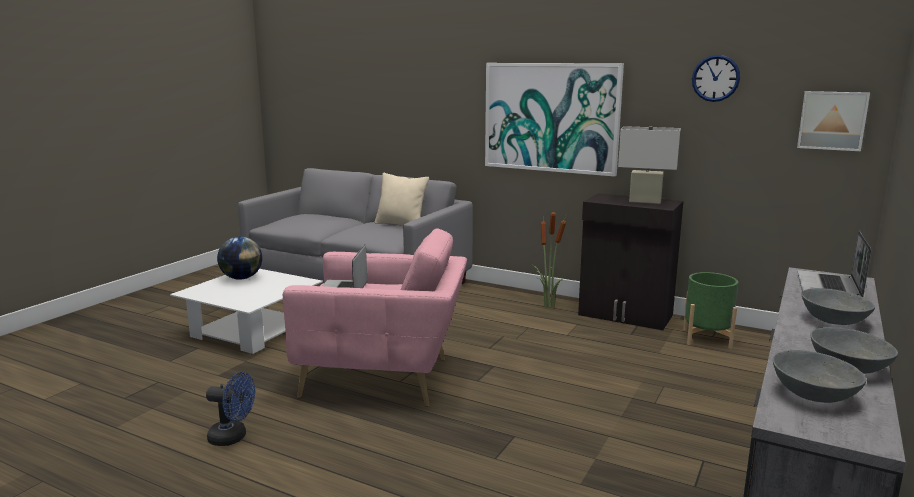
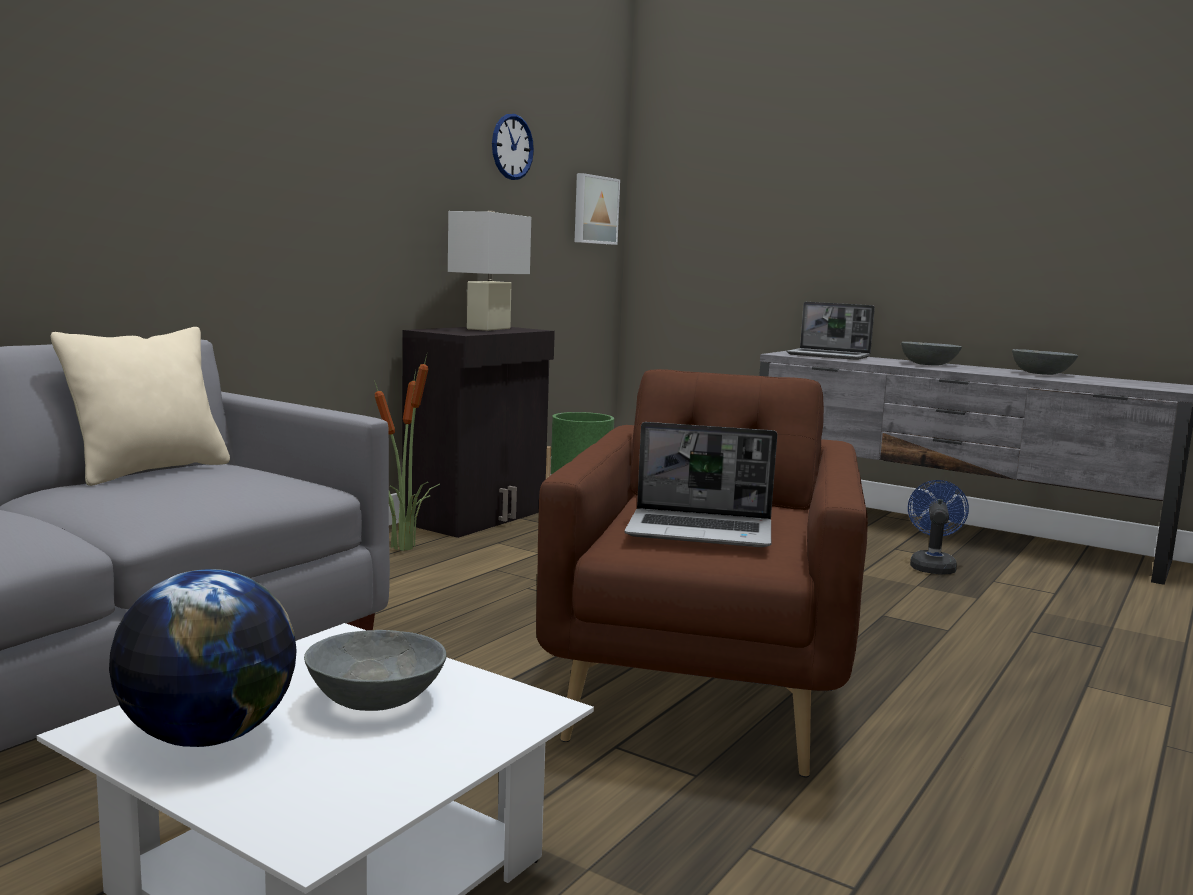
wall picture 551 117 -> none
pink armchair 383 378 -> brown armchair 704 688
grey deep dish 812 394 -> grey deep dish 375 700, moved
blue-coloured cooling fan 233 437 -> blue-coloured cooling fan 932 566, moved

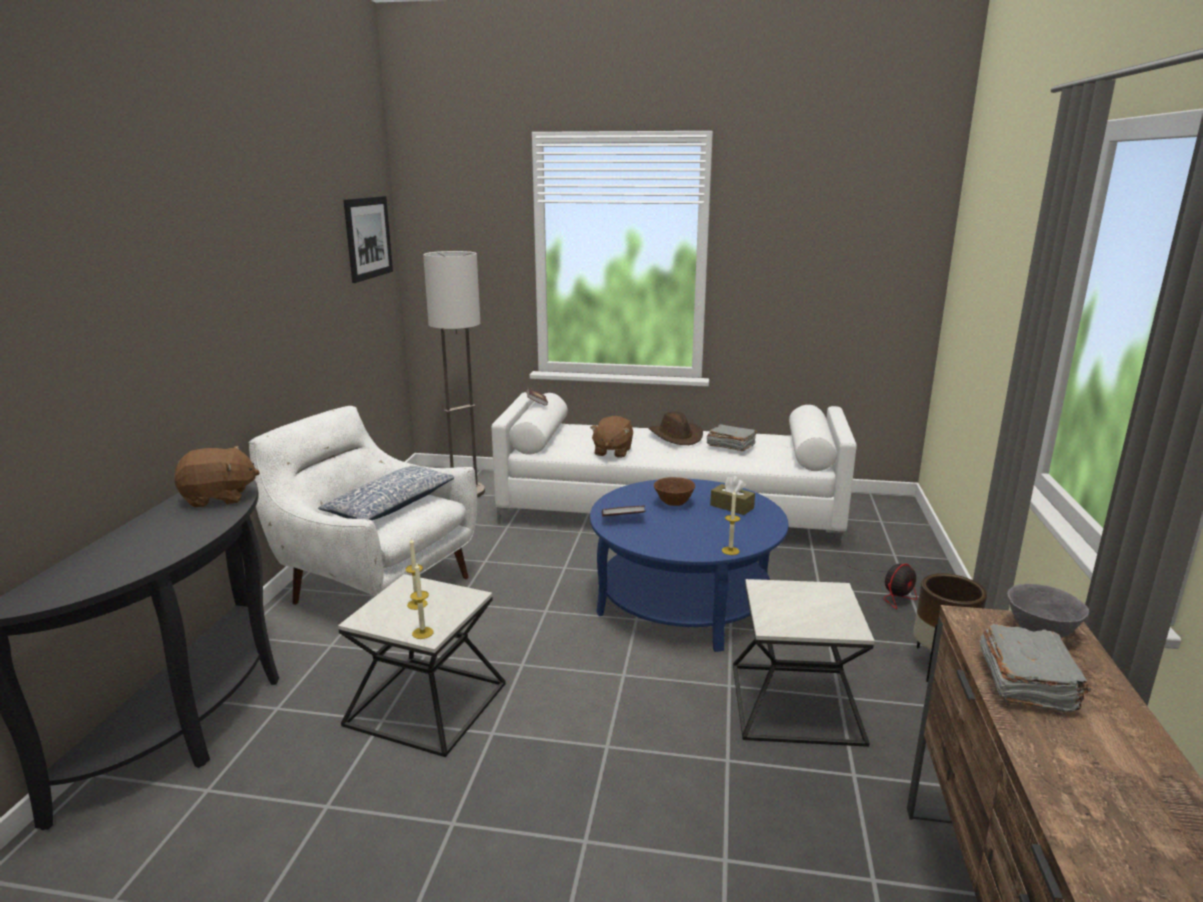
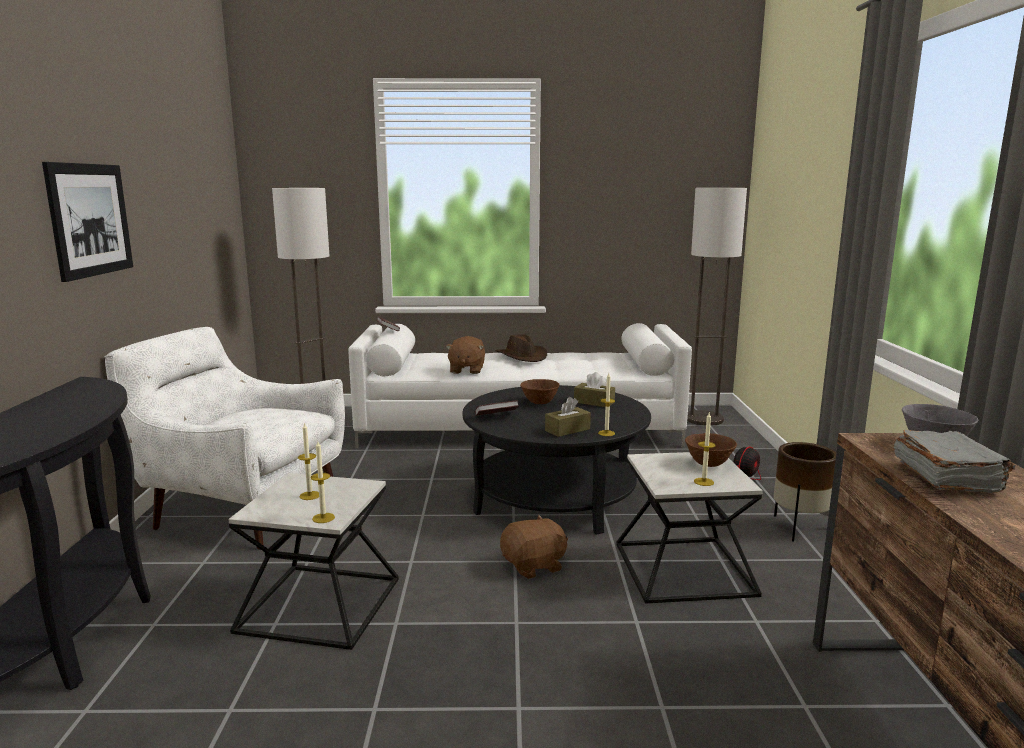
wall picture 368 238 -> wall picture 90 219, moved
grey book 730 446 -> none
brown plush toy 219 498 -> brown plush toy 534 566, moved
pillow 391 506 -> none
blue-coloured low table 684 601 -> black low table 554 496
none -> floor lamp 704 419
none -> brown box of tissues 567 430
none -> wax light 704 482
none -> brown deep dish 709 464

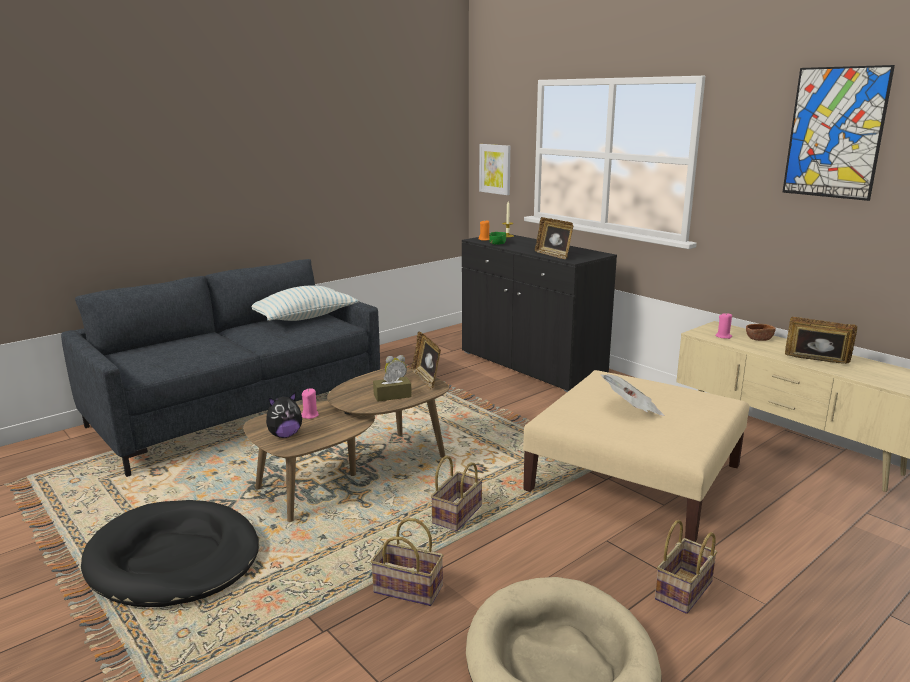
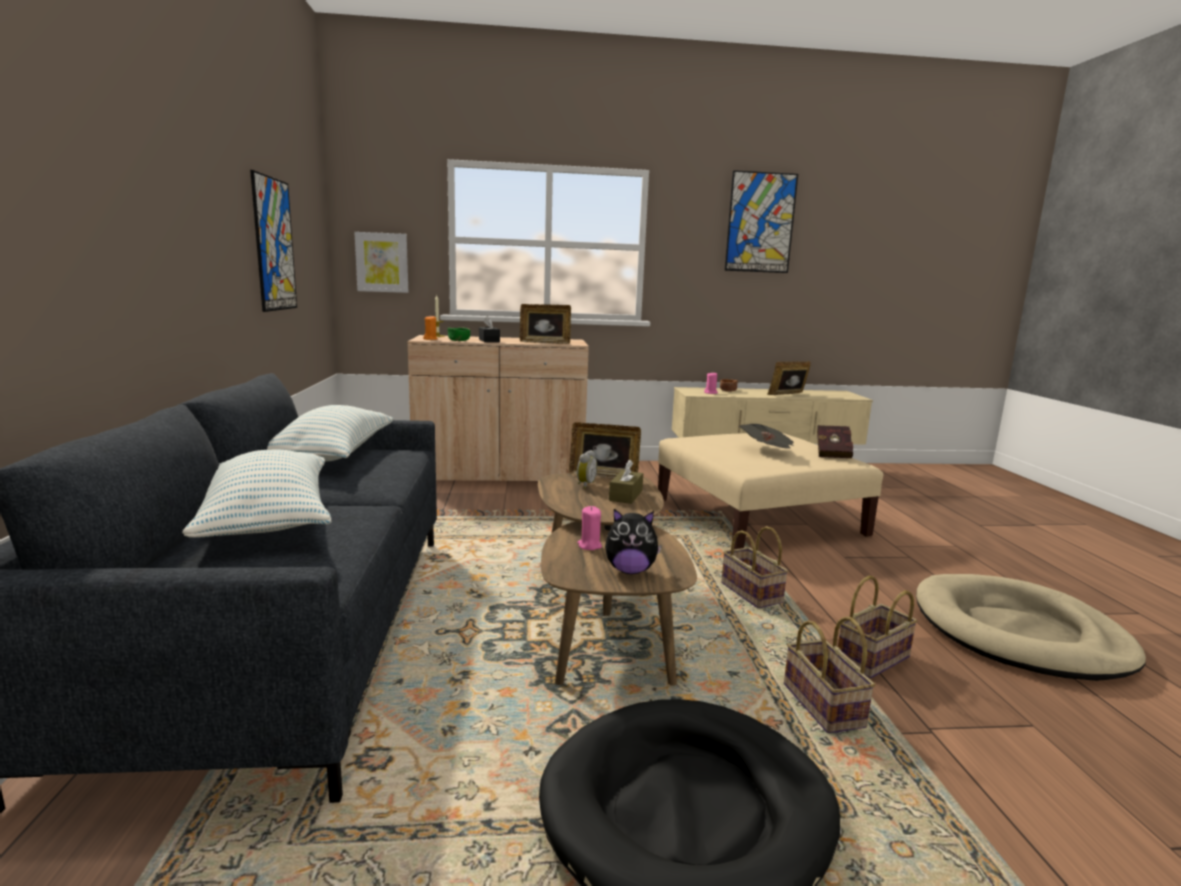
black cupboard 531 365 -> sand-coloured cupboard 500 474
plush toy 285 435 -> plush toy 630 570, 90 degrees clockwise
basket 684 592 -> basket 825 706, moved
none -> wall picture 274 244
none -> black box of tissues 489 341
none -> red book 833 453
none -> pillow 268 520

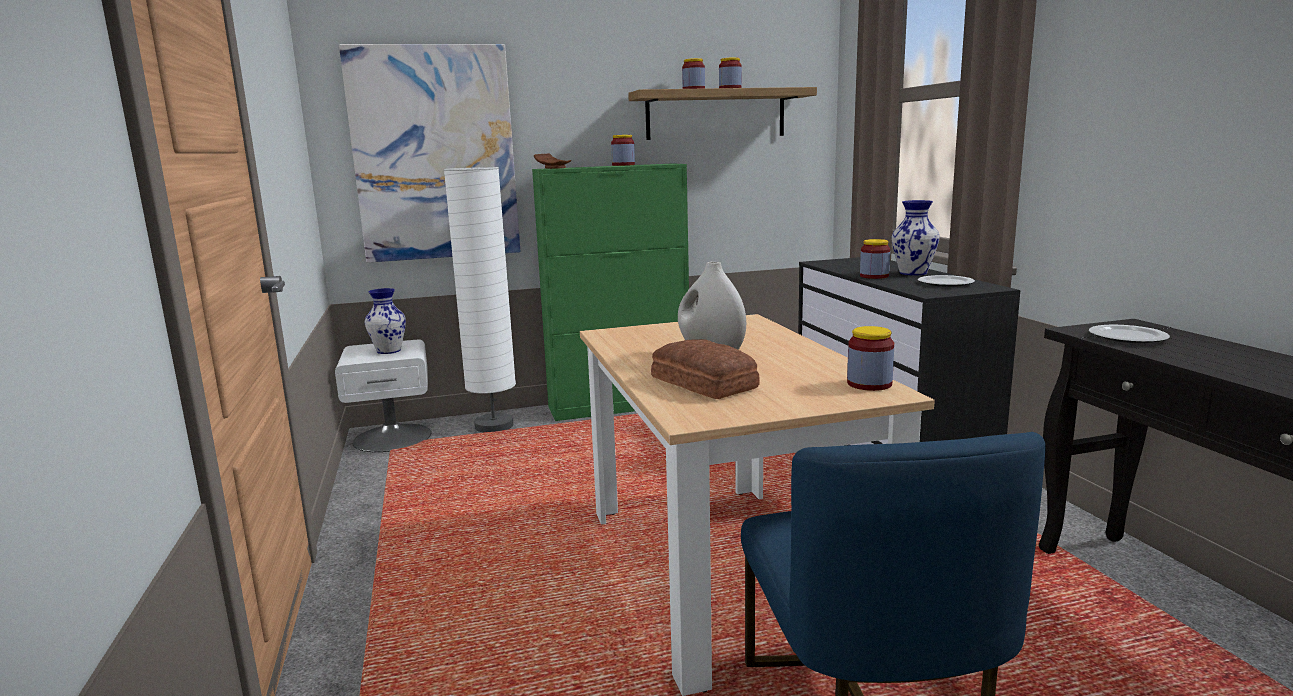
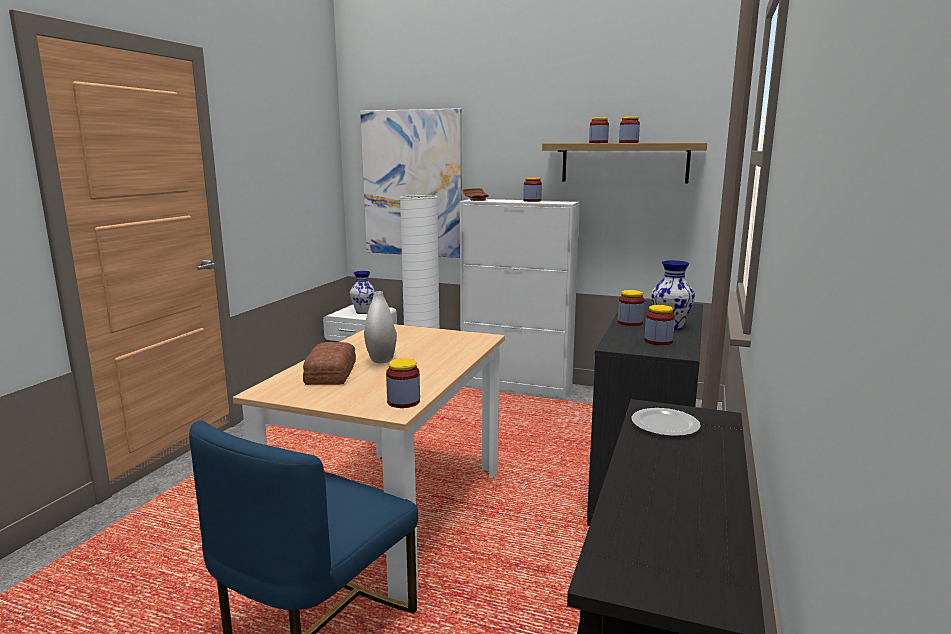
greenish cupboard 620 405 -> white-coloured cupboard 516 385
dinner plate 944 283 -> preserve jar 658 341

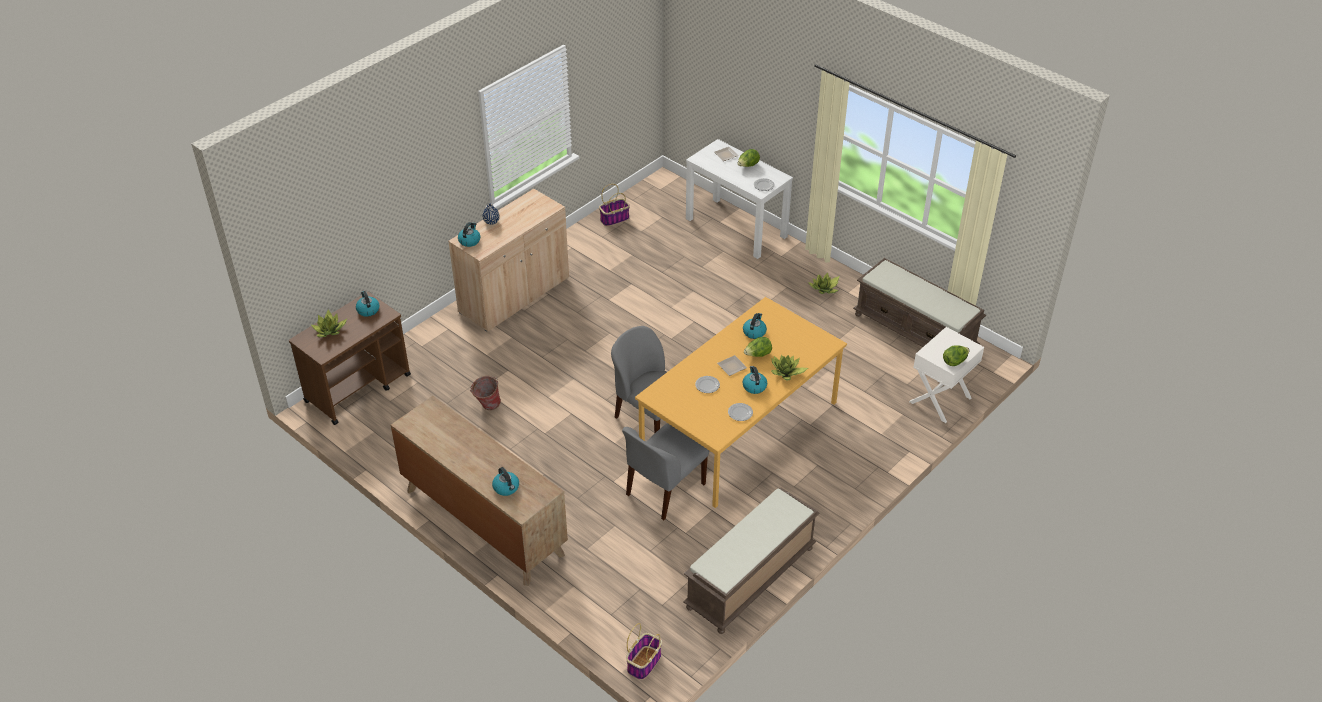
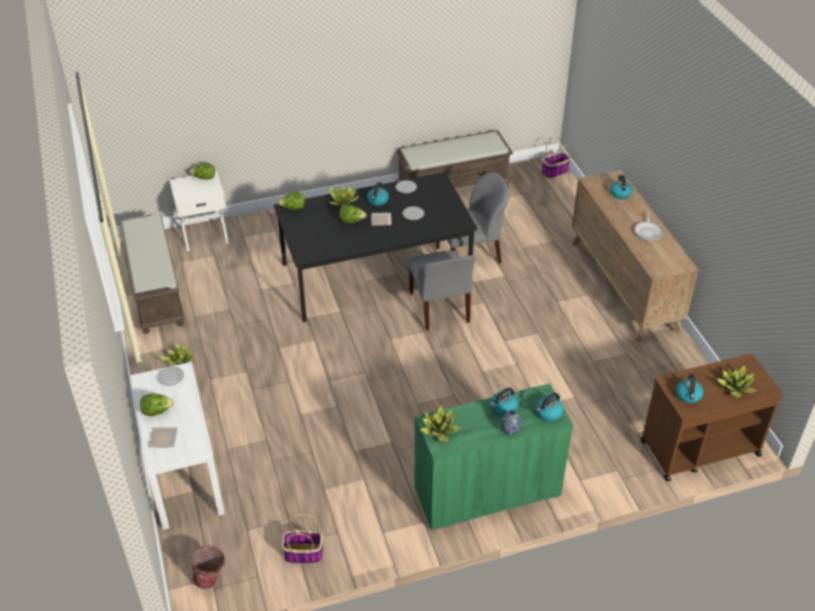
sand-coloured cupboard 514 295 -> greenish cupboard 487 492
orange kitchen table 740 429 -> black kitchen table 376 274
water kettle 754 332 -> water kettle 503 408, moved
pail 487 406 -> pail 211 579, moved
none -> head of lettuce 293 208
none -> frying pan 648 231
none -> potted plant 440 431

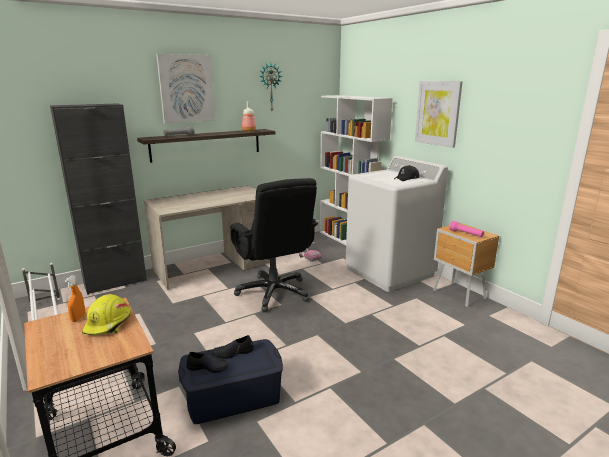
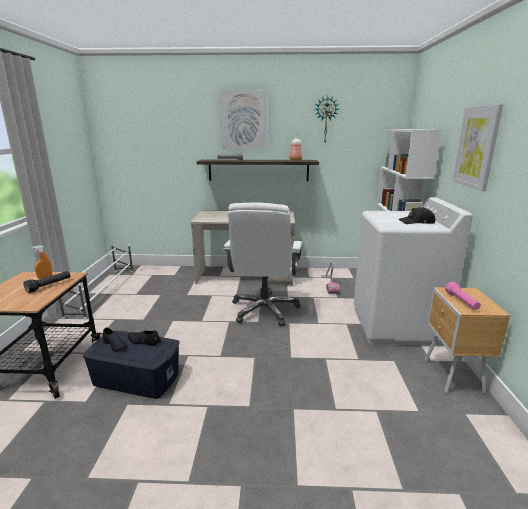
black cupboard 115 282 -> none
black desk chair 274 292 -> white-coloured desk chair 264 310
yellow-coloured hard hat 108 324 -> black hand torch 49 286

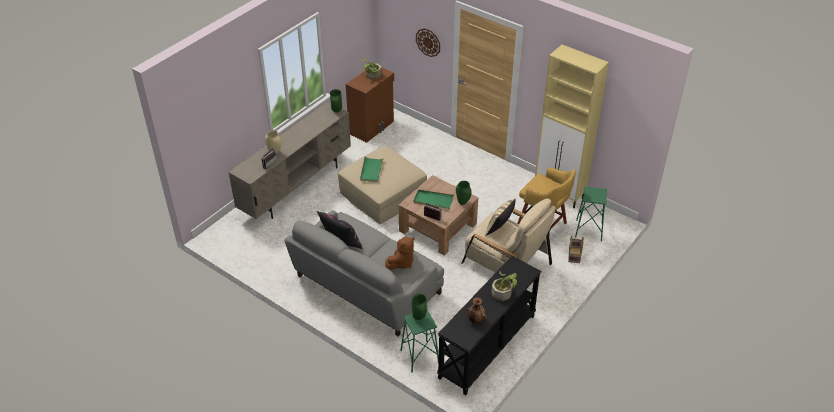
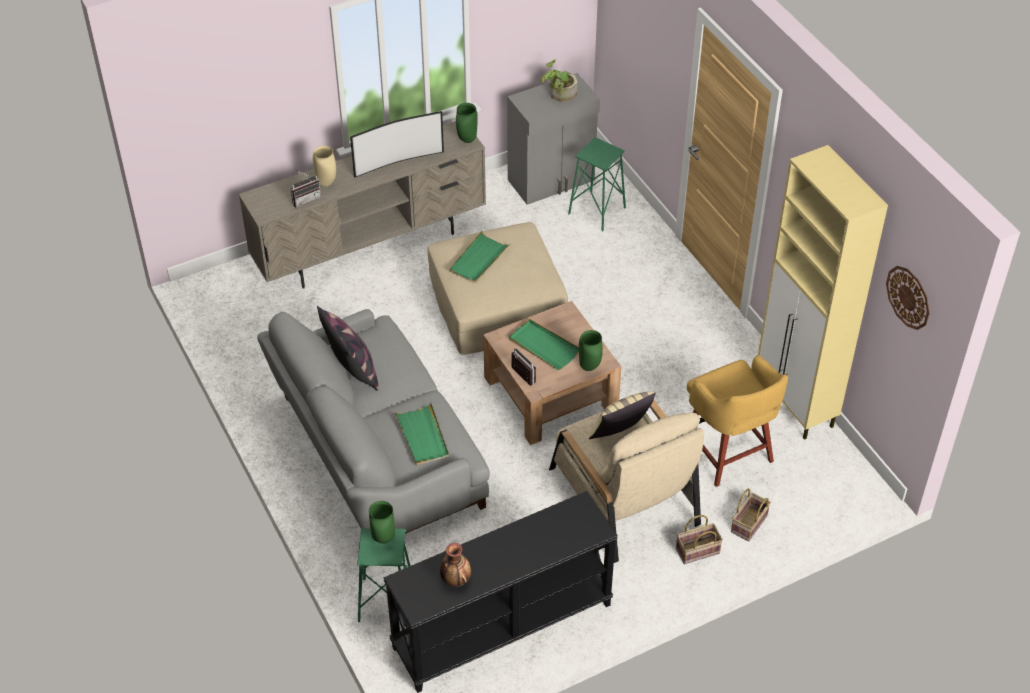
clock on the wall 428 42 -> clock on the wall 908 297, moved
brown cupboard 372 127 -> grey cupboard 552 180
greenish stool seat 588 230 -> greenish stool seat 596 211, moved
brown plush toy 401 262 -> greenish tray 422 436
potted plant 504 292 -> none
none -> television 397 162
none -> basket 697 552

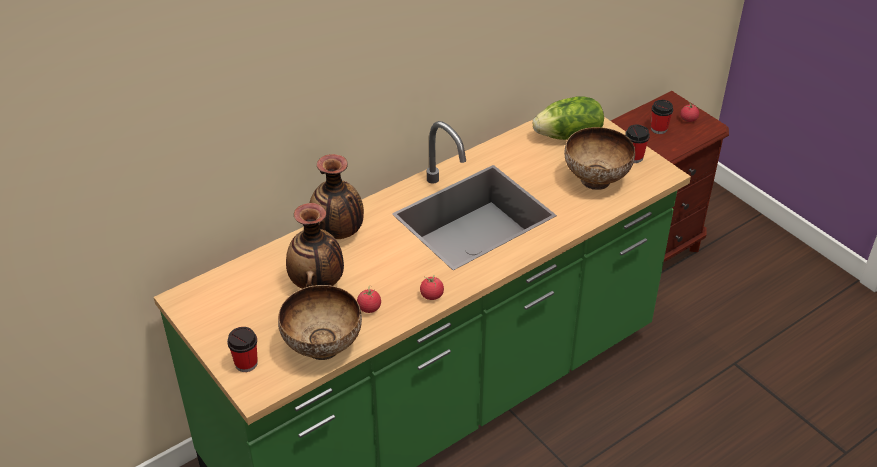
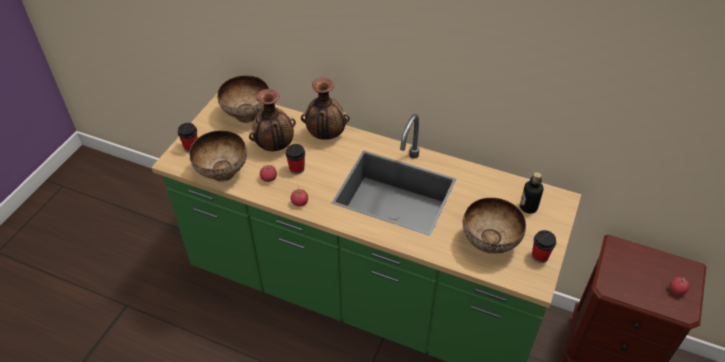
head of lettuce 569 136 -> drink bottle 528 207
small cup 659 129 -> small cup 297 169, moved
none -> deep dish 247 115

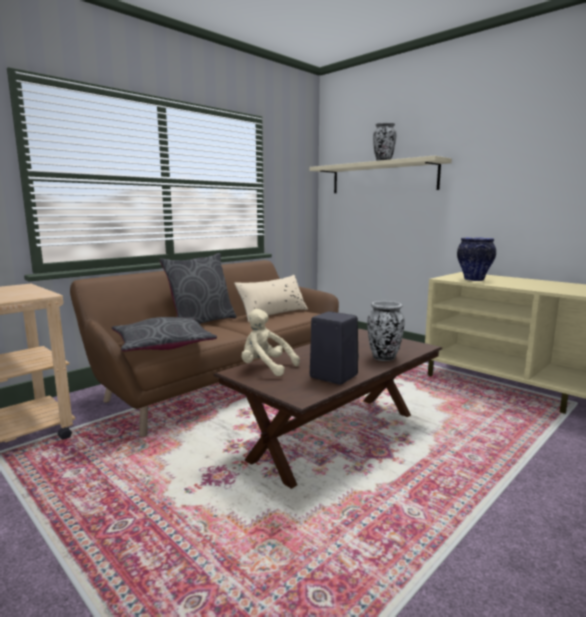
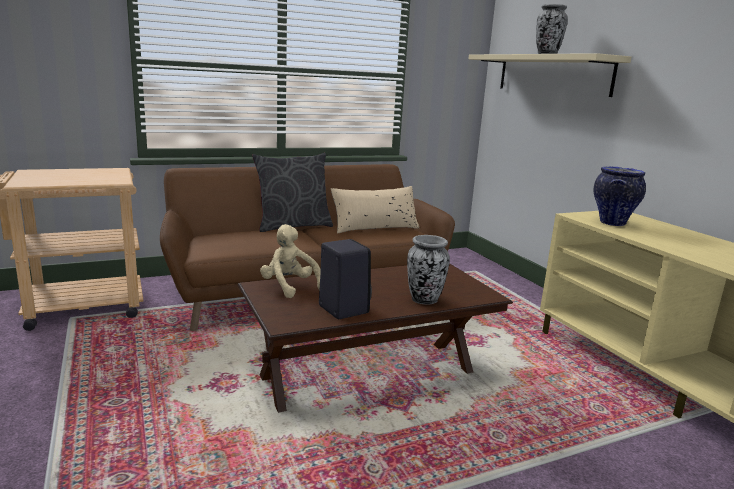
grey pillow 163 345 -> none

